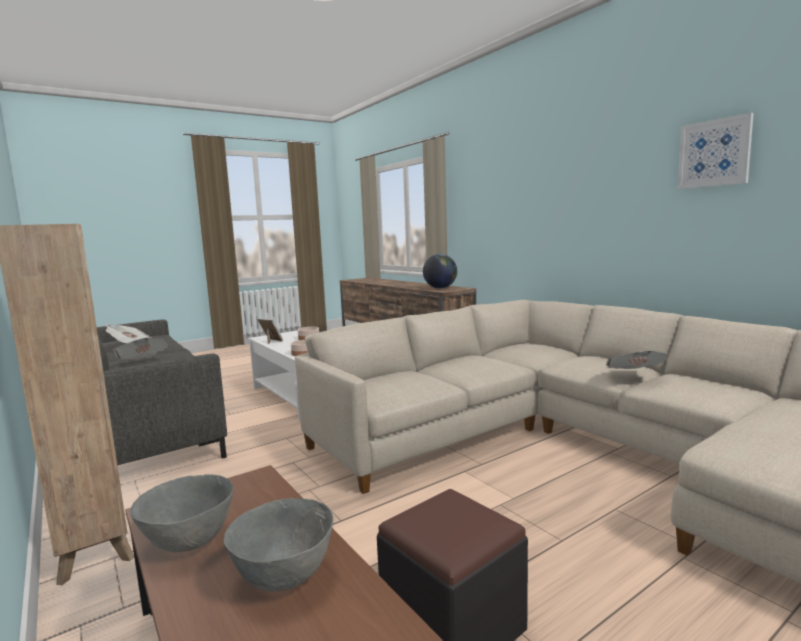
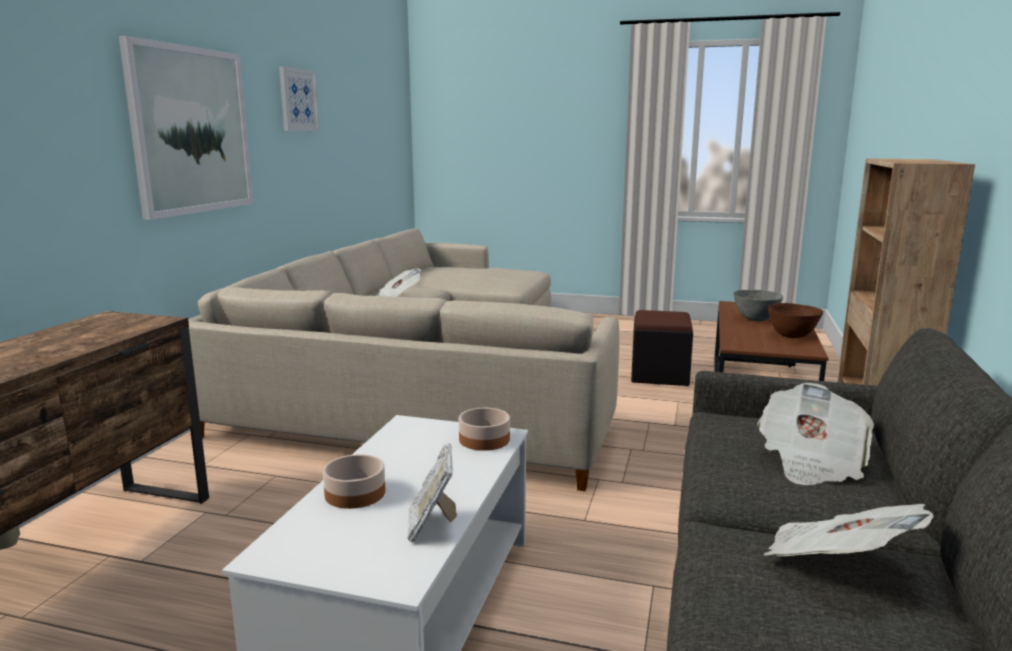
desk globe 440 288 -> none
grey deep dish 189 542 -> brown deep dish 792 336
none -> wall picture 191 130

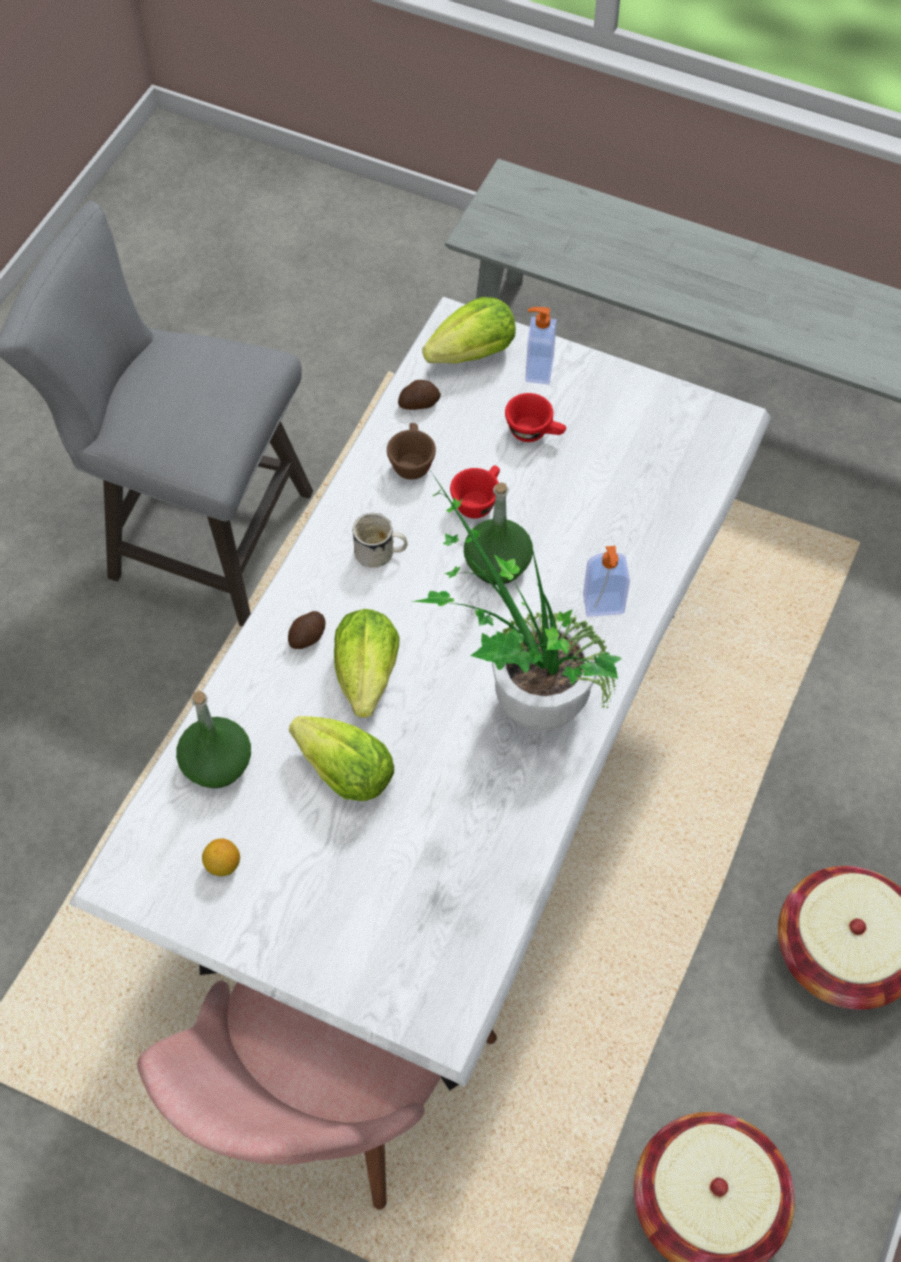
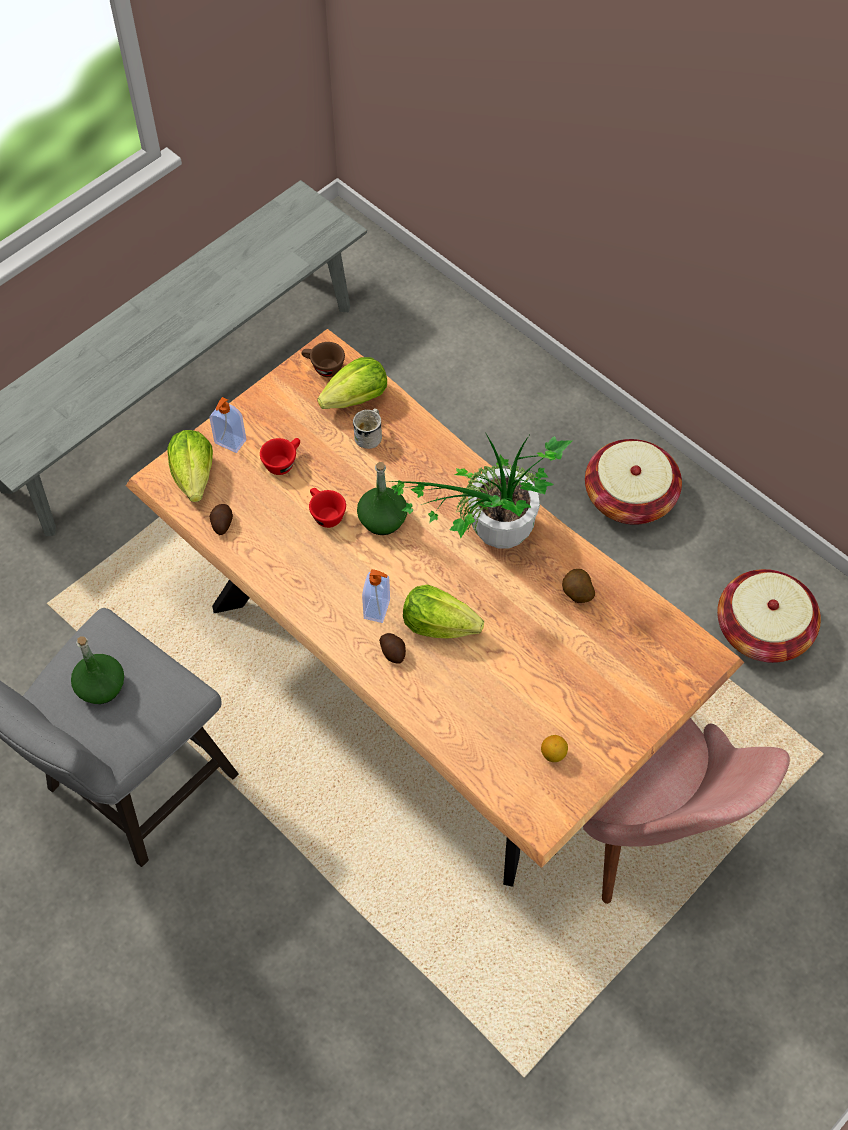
white-coloured kitchen table 449 780 -> brown kitchen table 423 677
brown small cup 411 461 -> brown small cup 323 367, moved
white-coloured coffee mug 381 554 -> white-coloured coffee mug 370 435, moved
liquid soap bottle 603 605 -> liquid soap bottle 378 609, moved
greenish drink bottle 217 764 -> greenish drink bottle 101 686, moved
head of lettuce 346 773 -> head of lettuce 356 399, moved
none -> potato 576 595

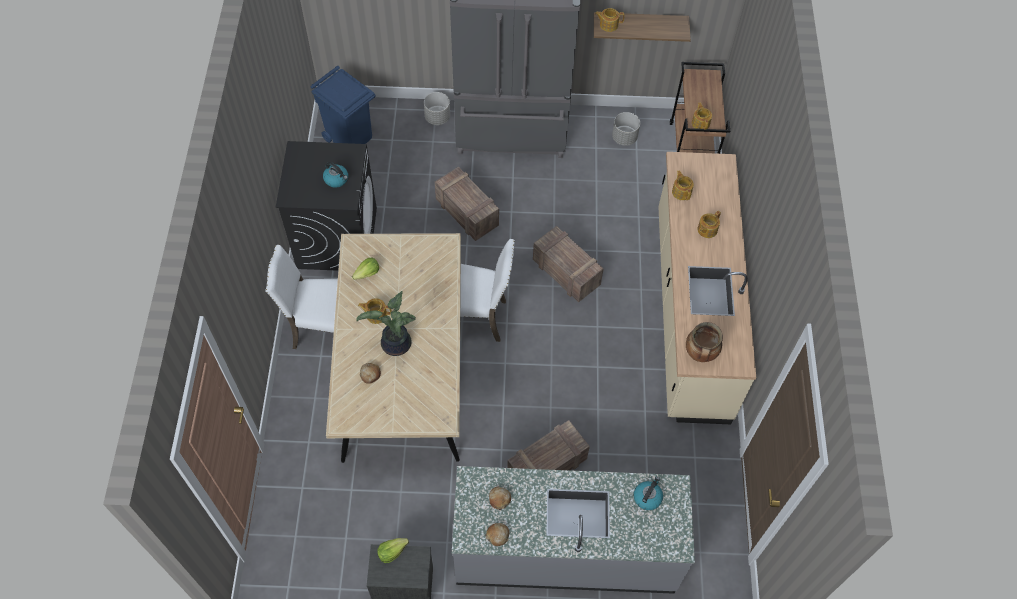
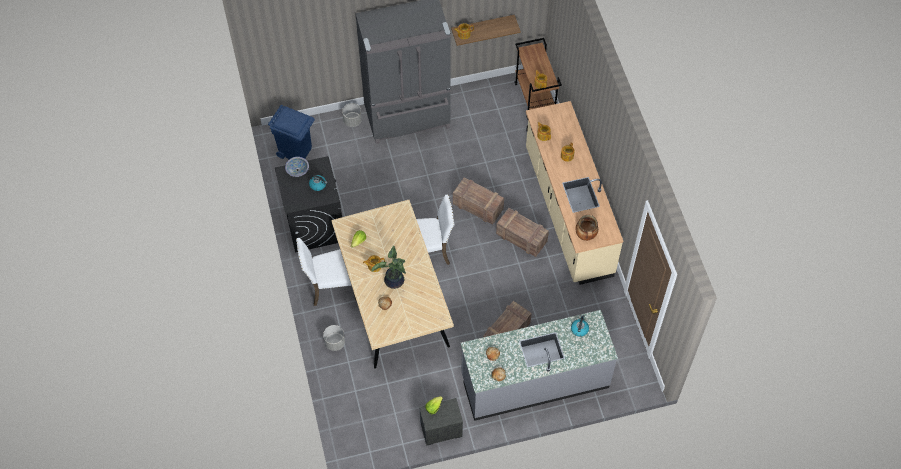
grey flower pot 624 137 -> grey flower pot 335 342, moved
shipping crate 468 213 -> shipping crate 522 238, moved
none -> deep dish 297 170

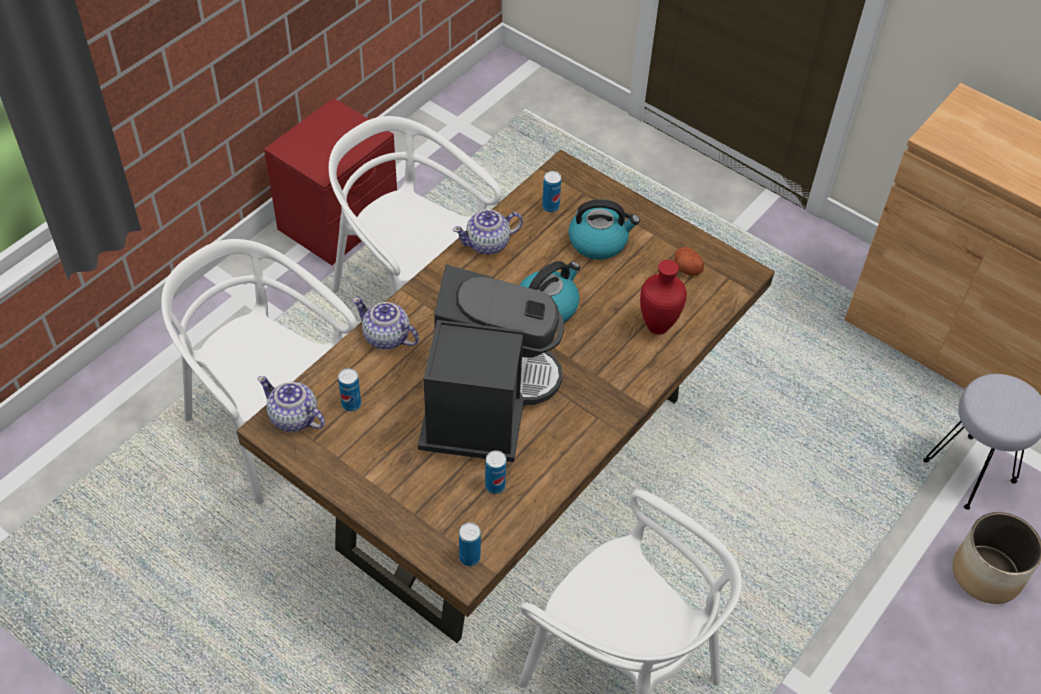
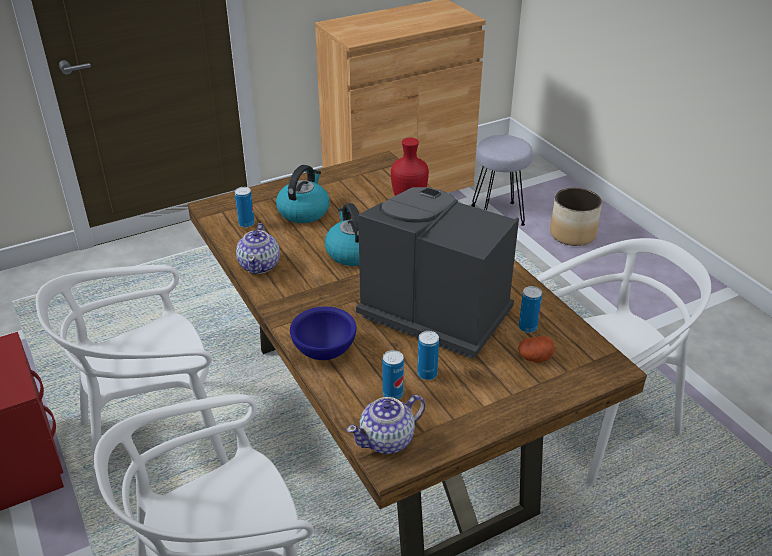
potato 686 268 -> potato 535 357, moved
tea pot 386 337 -> blue-coloured deep dish 325 351
metal can 469 557 -> metal can 427 374, moved

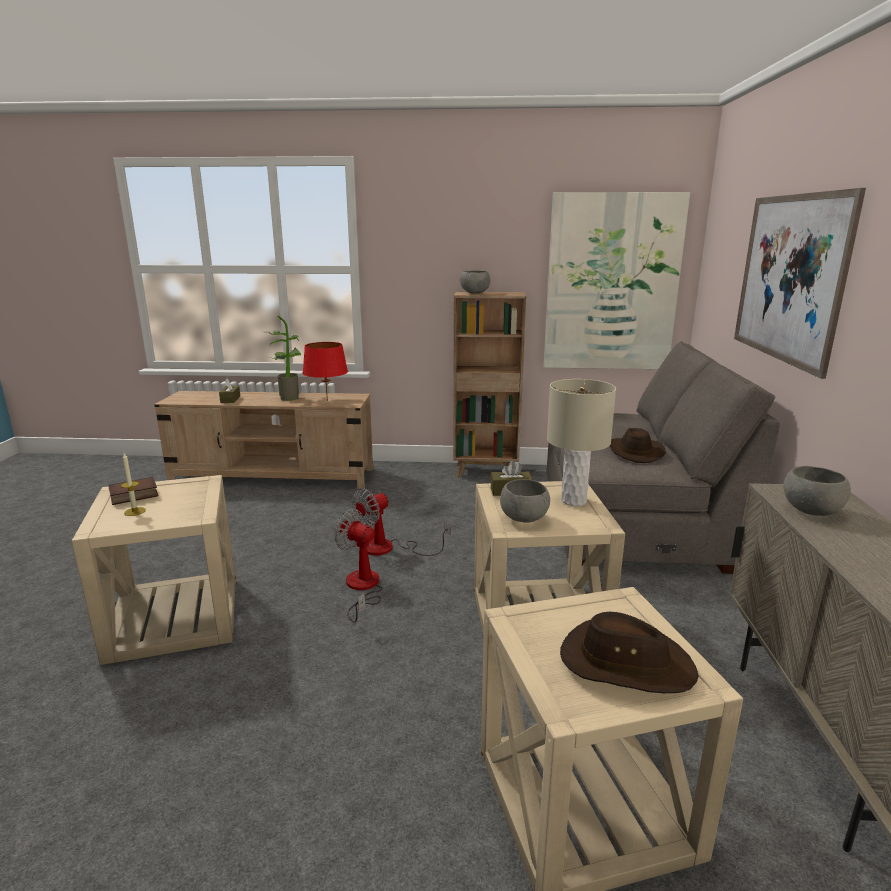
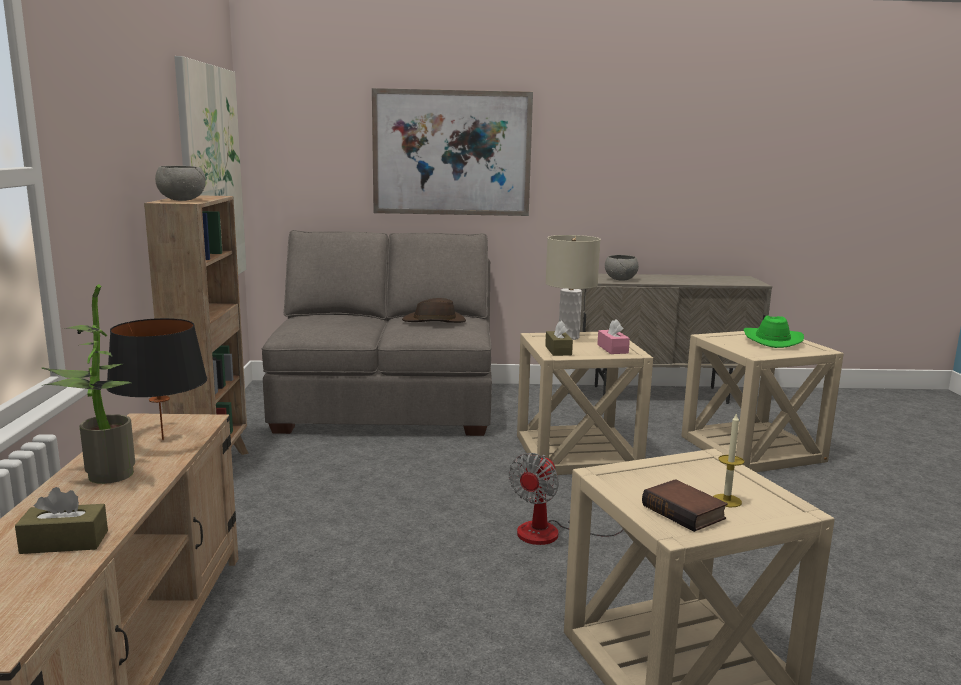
red lamp for a table 327 401 -> black lamp for a table 163 439
grey deep dish 524 518 -> pink box of tissues 612 349
cooling fan 389 548 -> none
brown hat 625 663 -> greenish hat 771 340

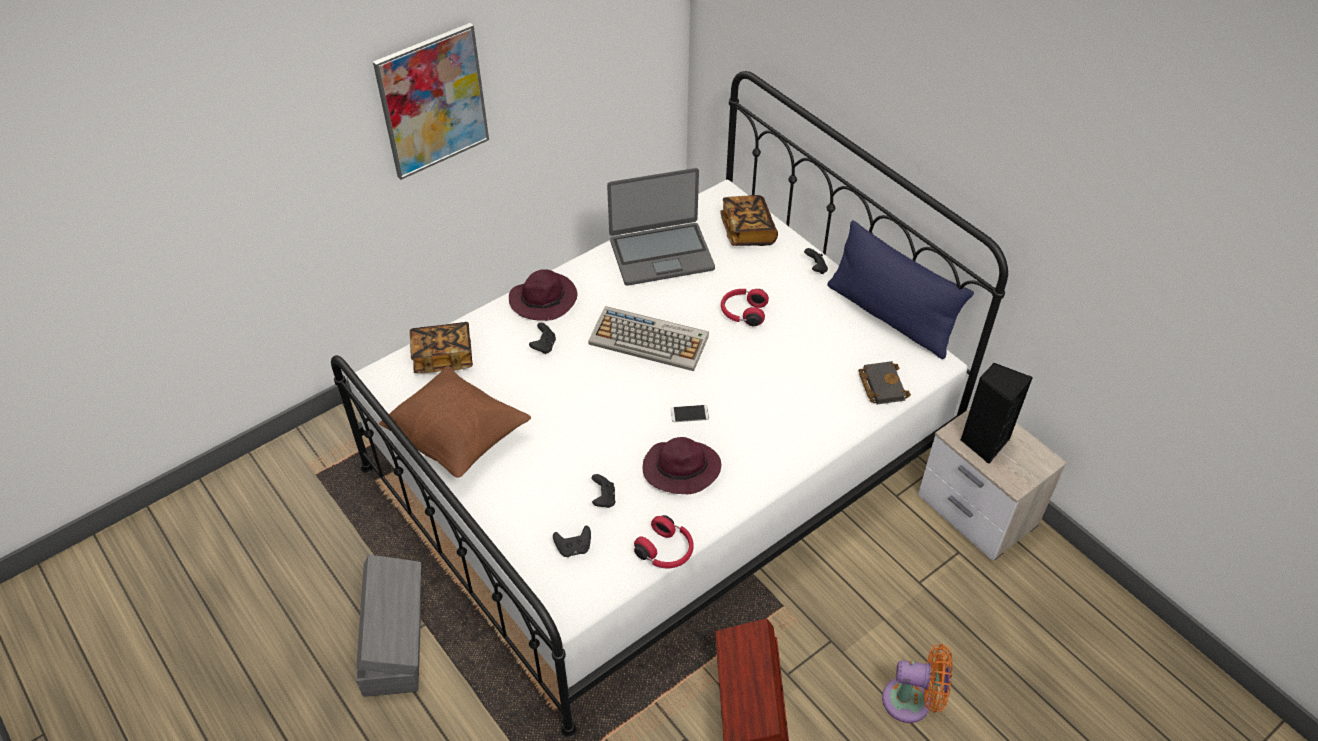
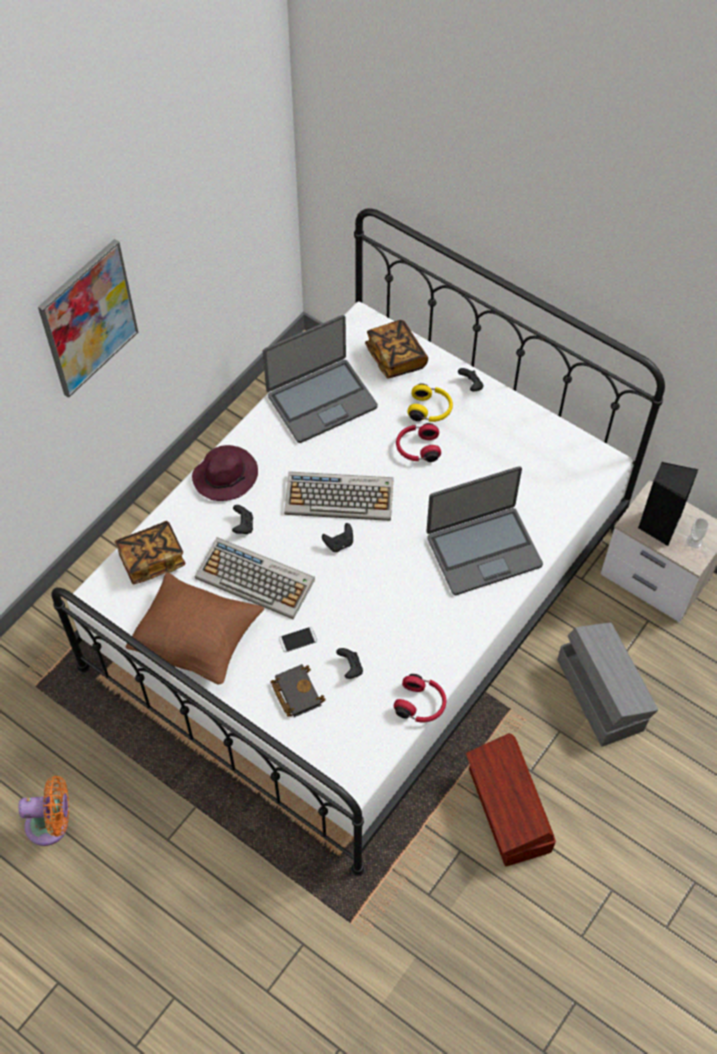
blue-coloured pillow 890 316 -> none
black book 881 385 -> black book 295 692, moved
telephone 689 414 -> telephone 298 639, moved
purple-coloured hat 680 470 -> none
black game controller 574 548 -> black game controller 339 543, moved
grey storage box 395 640 -> grey storage box 601 693, moved
orange cooling fan 912 701 -> orange cooling fan 52 824, moved
none -> yellow-coloured headset 430 410
none -> portable computer 483 550
none -> small cup 694 541
none -> keyboard 256 579

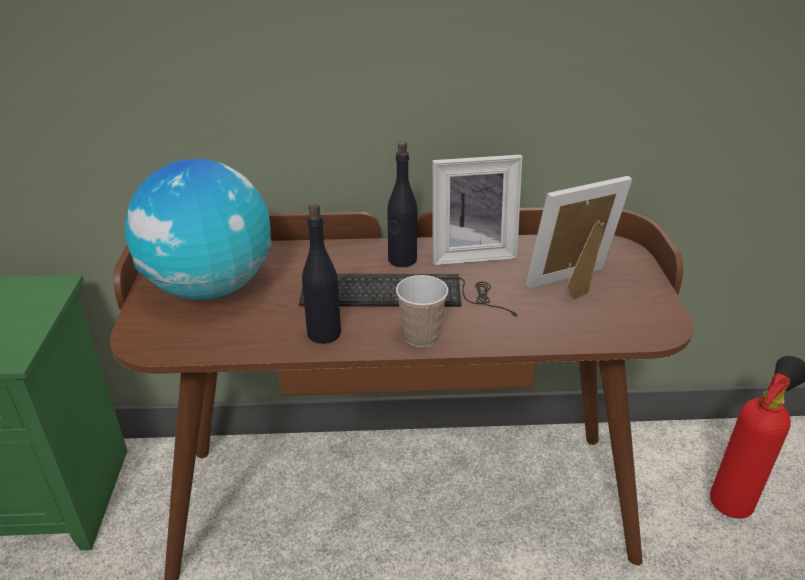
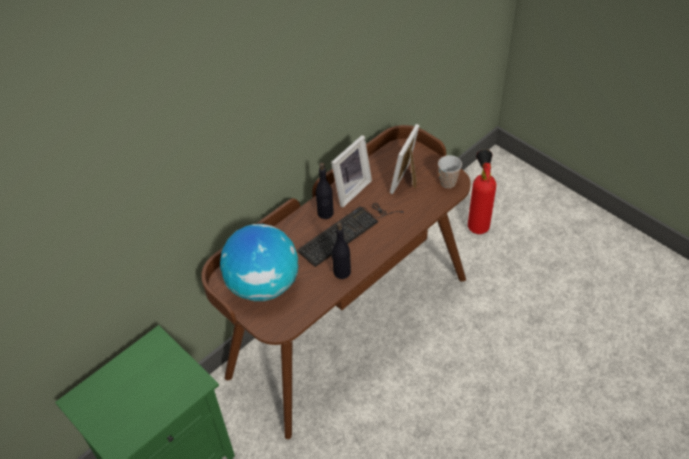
small cup 421 337 -> small cup 448 182, moved

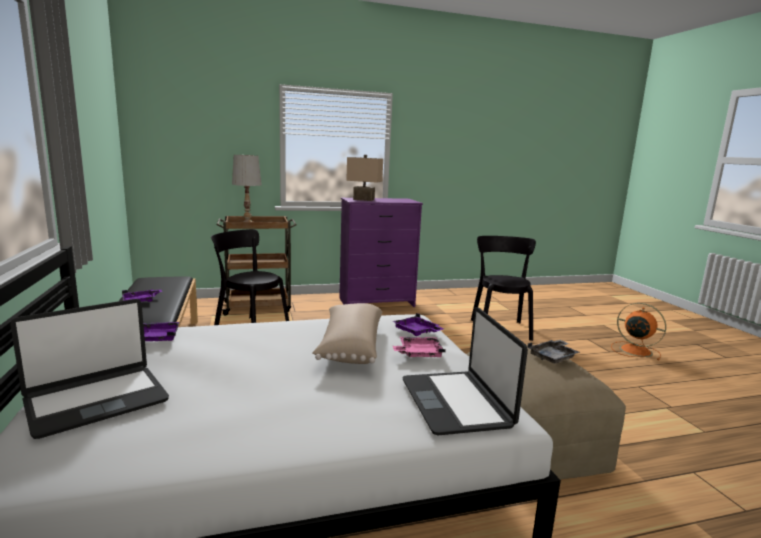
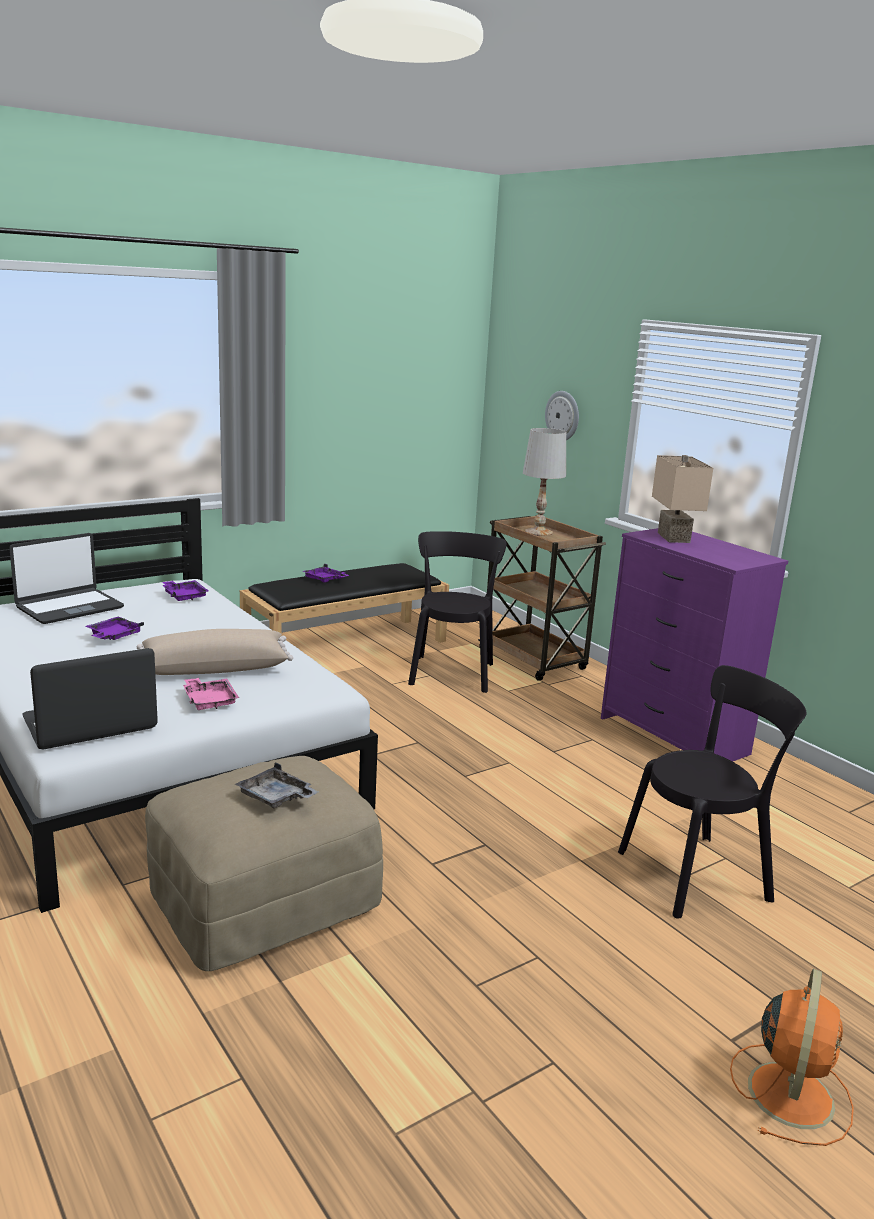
portable computer 97 400 -> portable computer 69 607, 75 degrees counterclockwise
purple-coloured tray 417 332 -> purple-coloured tray 113 636, moved
none -> clock on the wall 563 415

